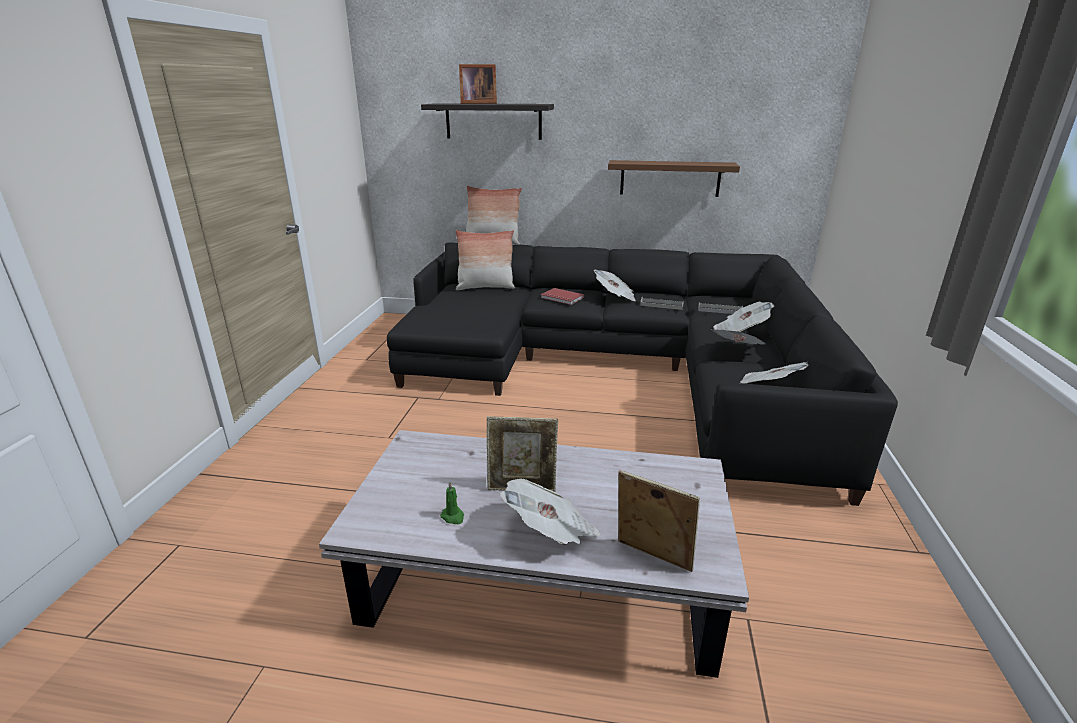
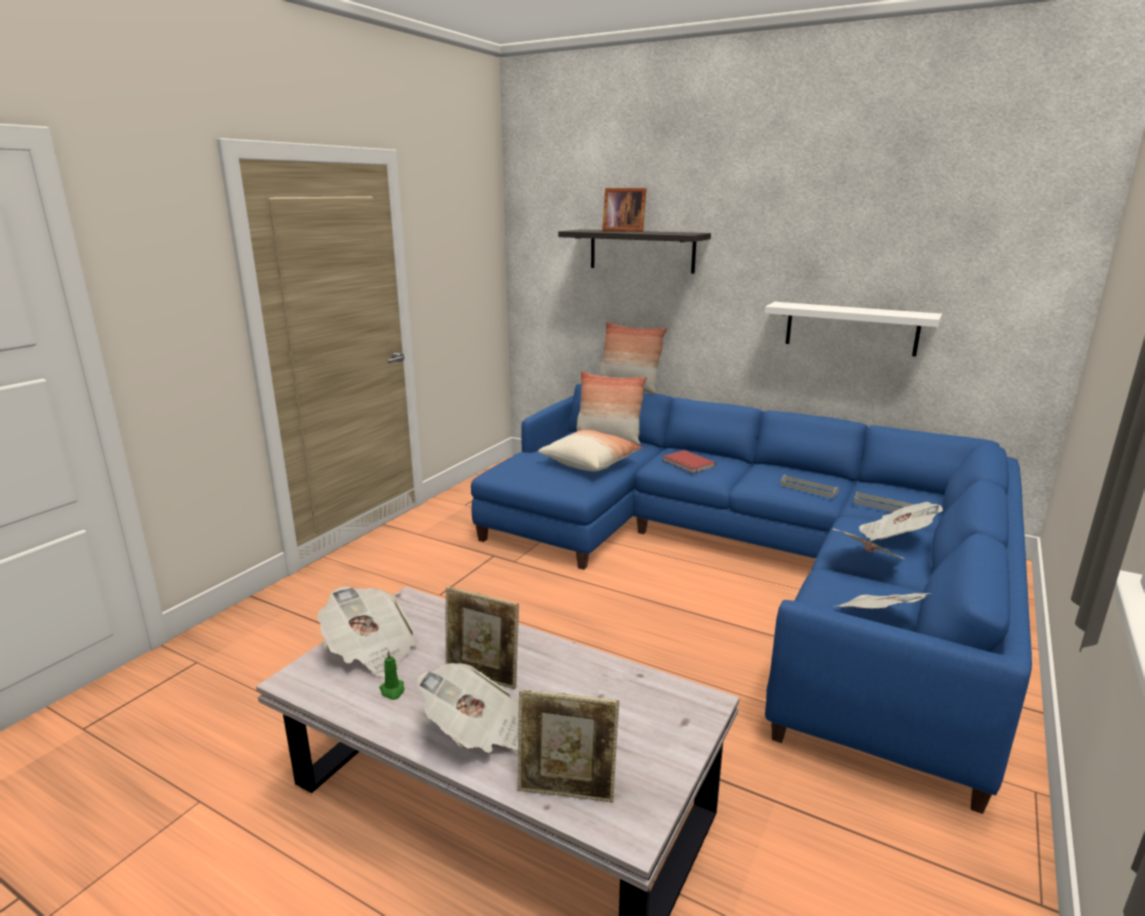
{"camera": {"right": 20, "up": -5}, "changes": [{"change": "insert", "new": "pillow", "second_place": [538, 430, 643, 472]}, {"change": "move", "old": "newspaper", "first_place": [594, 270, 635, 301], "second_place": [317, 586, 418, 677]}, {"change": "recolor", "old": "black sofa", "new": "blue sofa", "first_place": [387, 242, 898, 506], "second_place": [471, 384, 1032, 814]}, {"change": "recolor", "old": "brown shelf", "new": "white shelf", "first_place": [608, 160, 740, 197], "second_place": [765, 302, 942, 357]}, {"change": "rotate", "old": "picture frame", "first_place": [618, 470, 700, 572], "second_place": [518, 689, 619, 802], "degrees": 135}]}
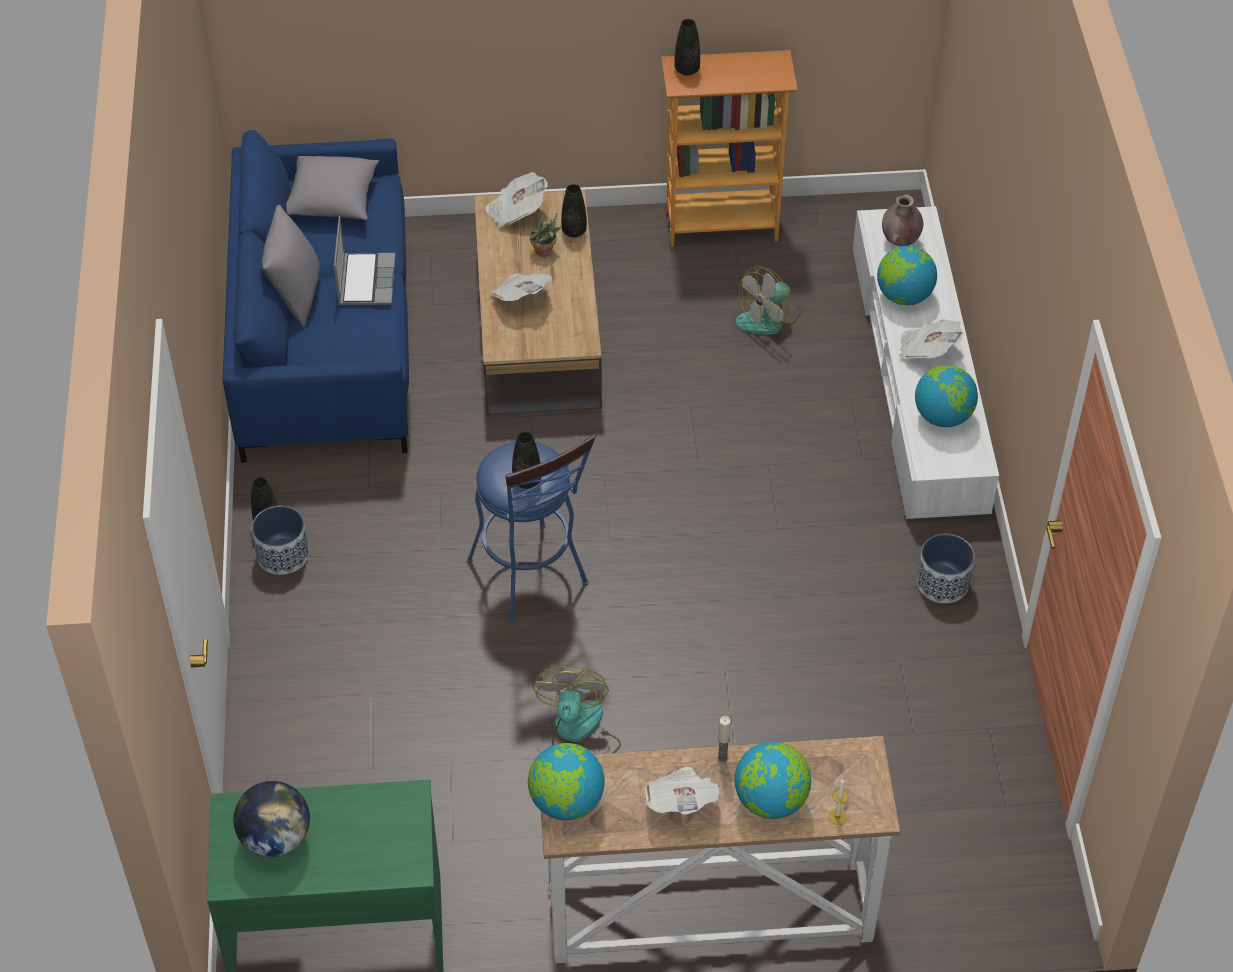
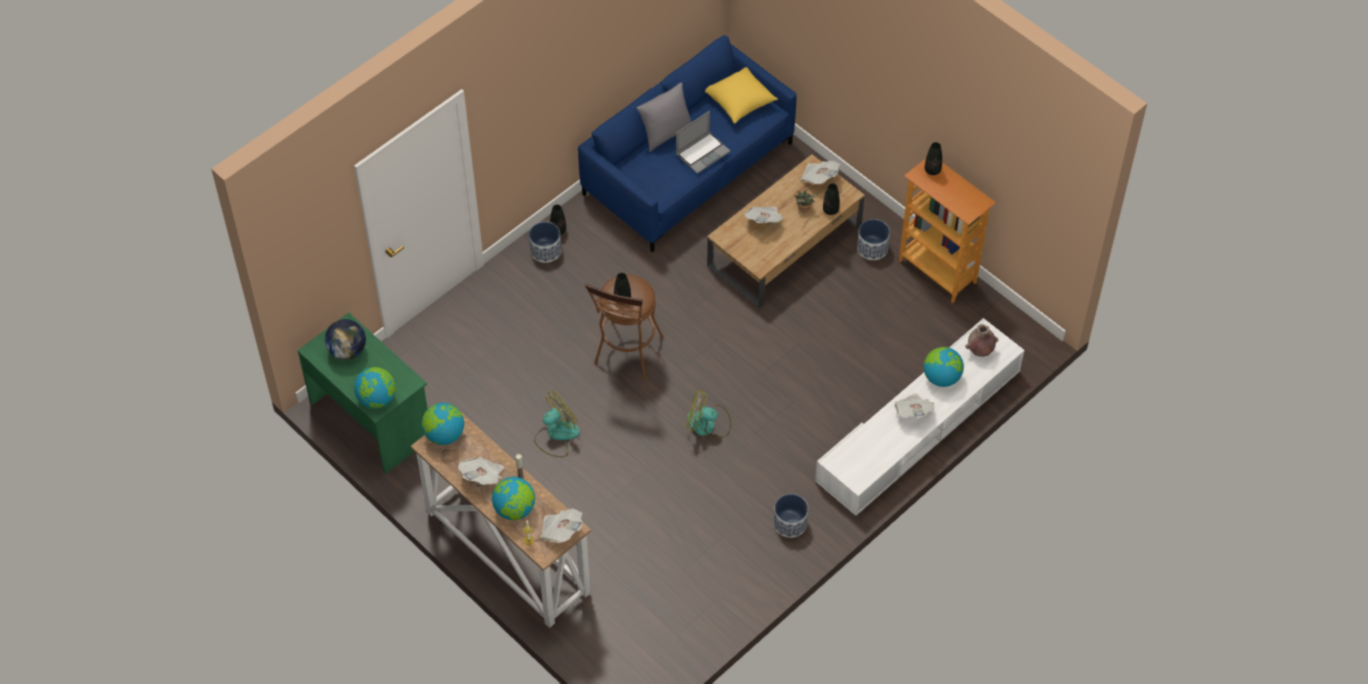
{"camera": {"right": 50, "up": 5}, "changes": [{"change": "insert", "new": "newspaper", "second_place": [540, 508, 582, 543]}, {"change": "insert", "new": "planter", "second_place": [857, 219, 890, 260]}, {"change": "move", "old": "fan", "first_place": [735, 266, 801, 335], "second_place": [686, 389, 731, 439]}, {"change": "move", "old": "globe", "first_place": [915, 365, 978, 427], "second_place": [354, 367, 396, 408]}, {"change": "recolor", "old": "grey pillow", "new": "yellow pillow", "first_place": [286, 156, 379, 220], "second_place": [705, 67, 778, 124]}, {"change": "recolor", "old": "blue stool", "new": "brown stool", "first_place": [467, 435, 596, 621], "second_place": [585, 275, 664, 379]}]}
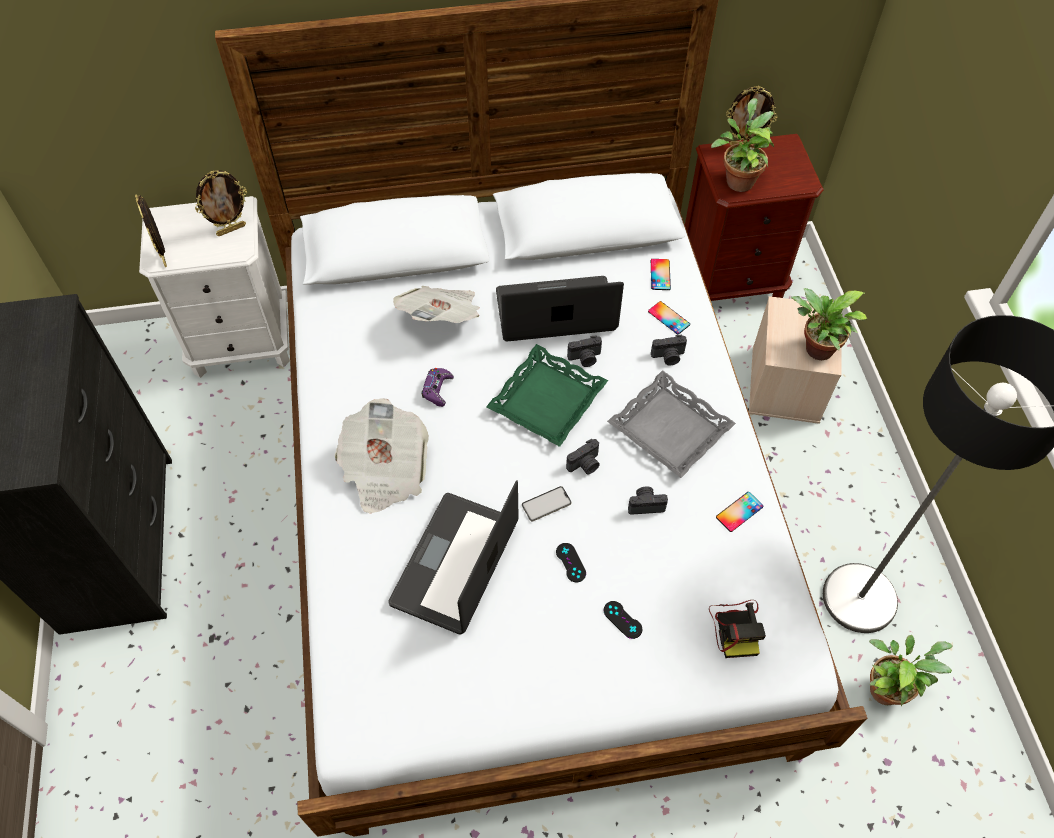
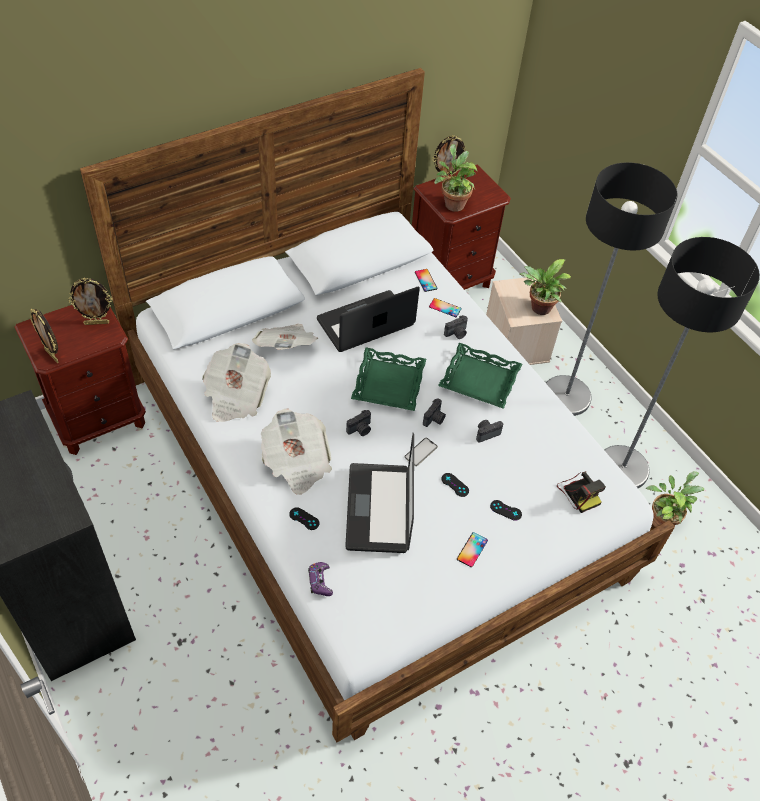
{"camera": {"right": -25, "up": -5}, "changes": [{"change": "insert", "new": "newspaper", "second_place": [202, 343, 271, 422]}, {"change": "insert", "new": "black game controller", "second_place": [289, 507, 319, 530]}, {"change": "insert", "new": "floor lamp", "second_place": [546, 162, 677, 416]}, {"change": "move", "old": "purple game controller", "first_place": [421, 368, 454, 407], "second_place": [308, 562, 333, 596]}, {"change": "move", "old": "photo camera", "first_place": [567, 335, 602, 367], "second_place": [346, 410, 371, 436]}, {"change": "move", "old": "phone", "first_place": [716, 492, 763, 532], "second_place": [457, 532, 488, 567]}, {"change": "recolor", "old": "white nightstand", "new": "brown nightstand", "first_place": [139, 196, 290, 378], "second_place": [15, 305, 146, 455]}, {"change": "recolor", "old": "grey tray", "new": "green tray", "first_place": [607, 370, 736, 478], "second_place": [438, 343, 522, 409]}, {"change": "rotate", "old": "picture frame", "first_place": [195, 170, 247, 236], "second_place": [68, 278, 113, 325], "degrees": 45}]}
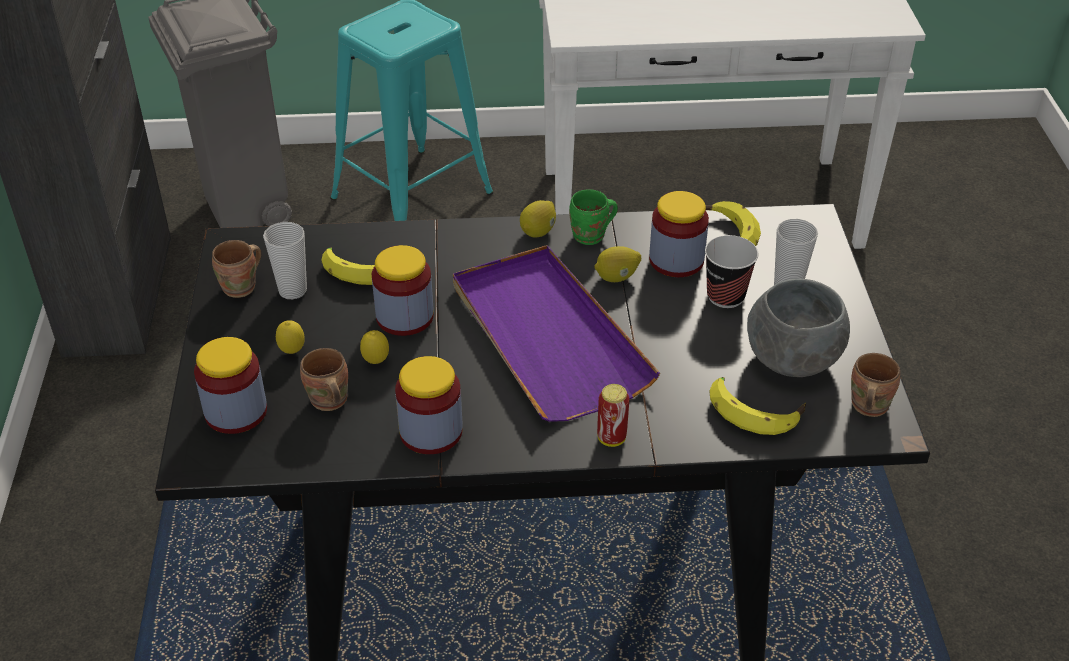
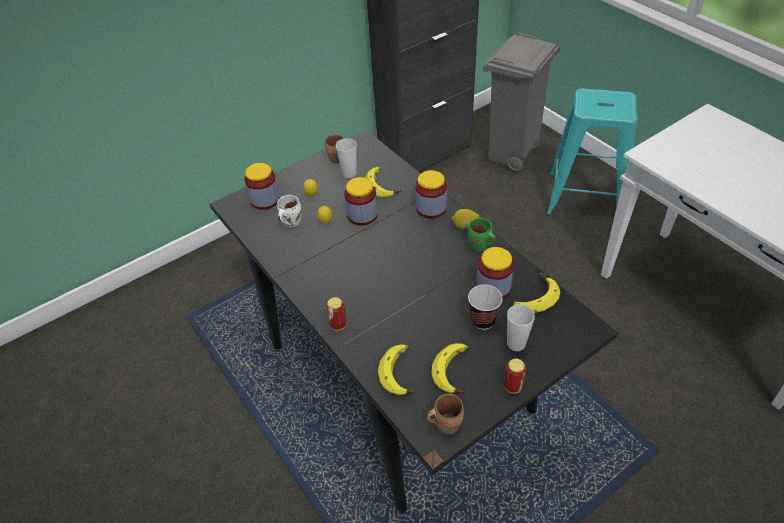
{"camera": {"right": 60, "up": 5}, "changes": [{"change": "delete", "old": "purple tray", "first_place": [453, 245, 660, 422]}, {"change": "delete", "old": "lemon", "first_place": [594, 246, 641, 282]}, {"change": "insert", "new": "can", "second_place": [504, 358, 526, 394]}, {"change": "move", "old": "jar", "first_place": [395, 356, 463, 454], "second_place": [415, 170, 447, 219]}, {"change": "replace", "old": "grey bowl", "new": "banana", "first_place": [747, 279, 850, 377], "second_place": [431, 343, 469, 394]}, {"change": "recolor", "old": "brown mug", "new": "white mug", "first_place": [300, 348, 348, 411], "second_place": [277, 195, 301, 227]}]}
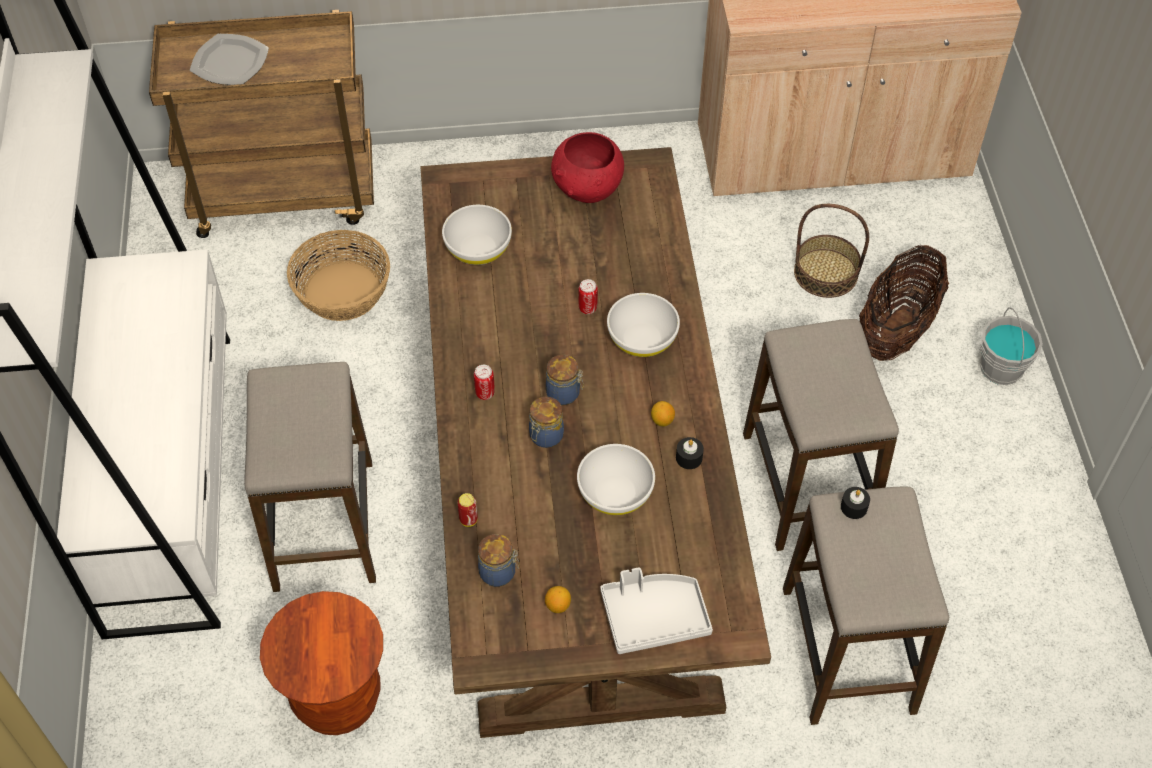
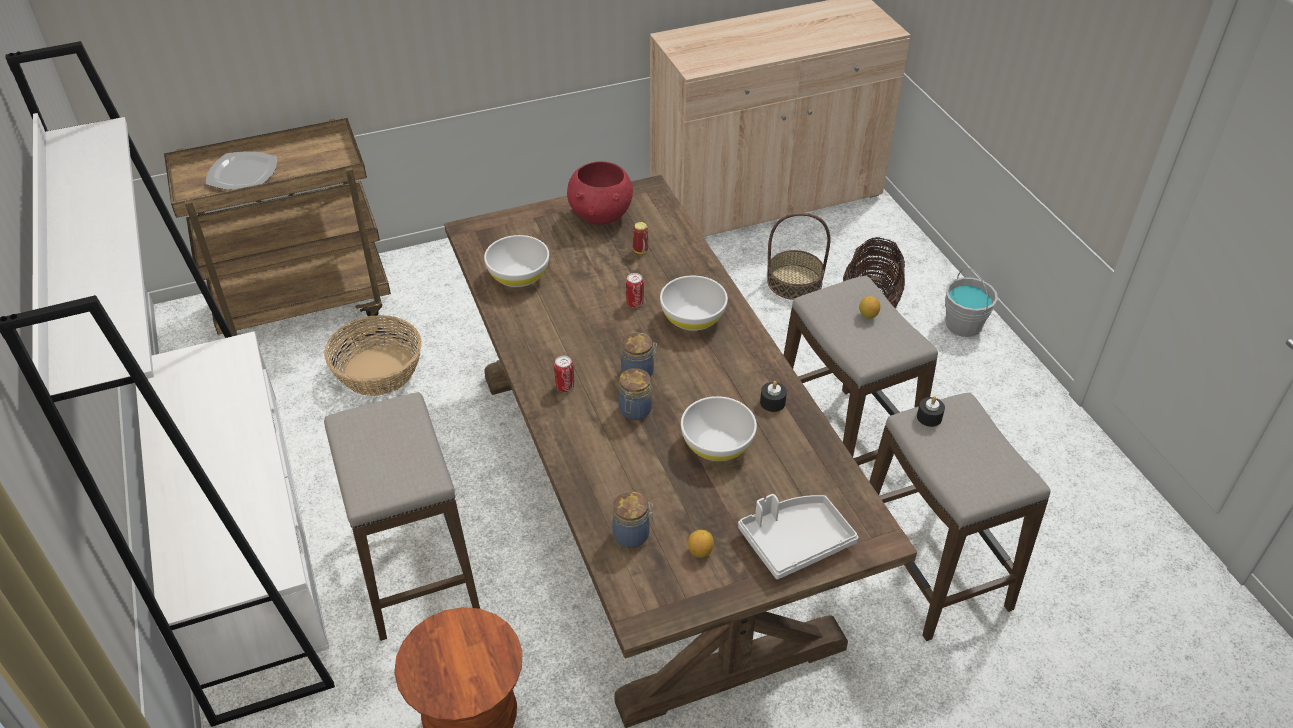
{"camera": {"right": -15, "up": -10}, "changes": [{"change": "move", "old": "can", "first_place": [457, 493, 478, 527], "second_place": [633, 222, 648, 254]}, {"change": "move", "old": "lemon", "first_place": [651, 401, 675, 426], "second_place": [859, 296, 880, 319]}]}
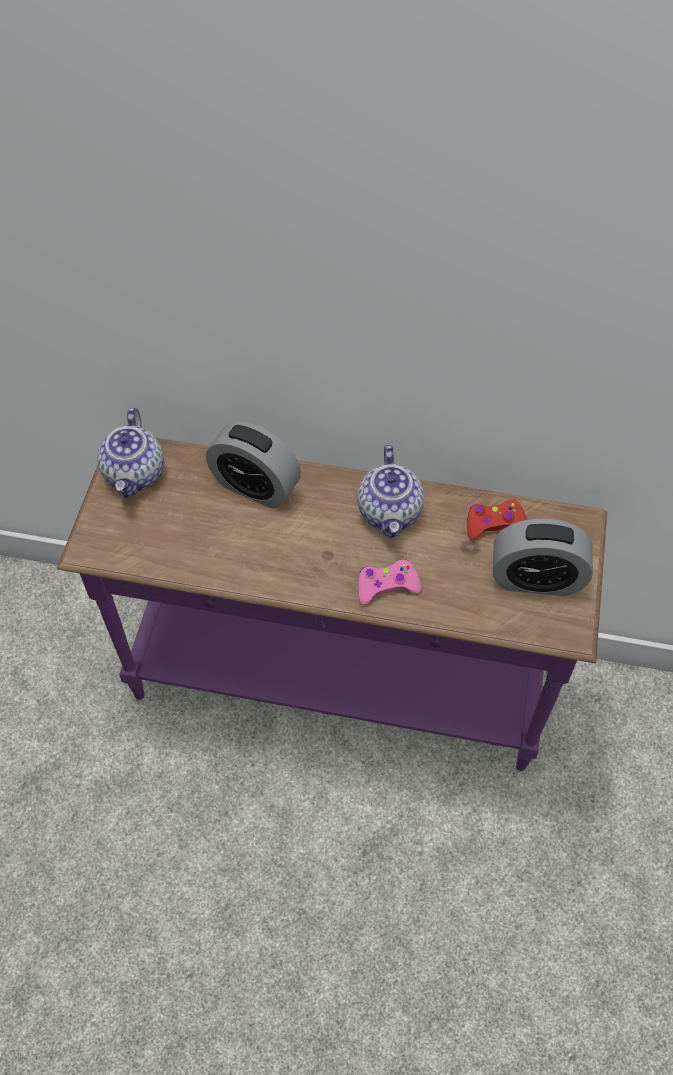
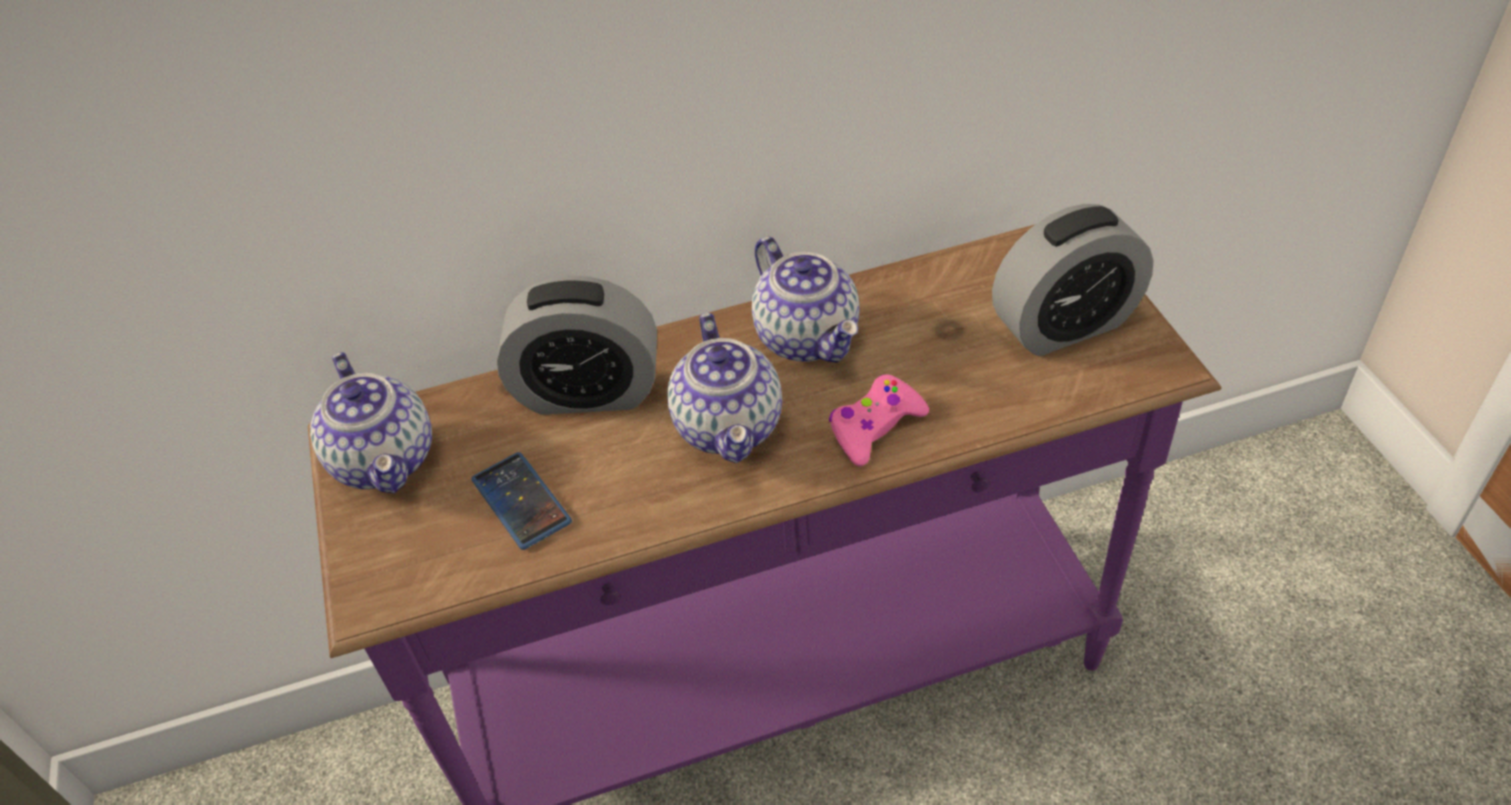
{"camera": {"right": -25, "up": -10}, "changes": [{"change": "delete", "old": "red game controller", "first_place": [467, 499, 527, 540]}, {"change": "insert", "new": "phone", "second_place": [471, 452, 572, 550]}, {"change": "insert", "new": "teapot", "second_place": [667, 313, 782, 463]}]}
